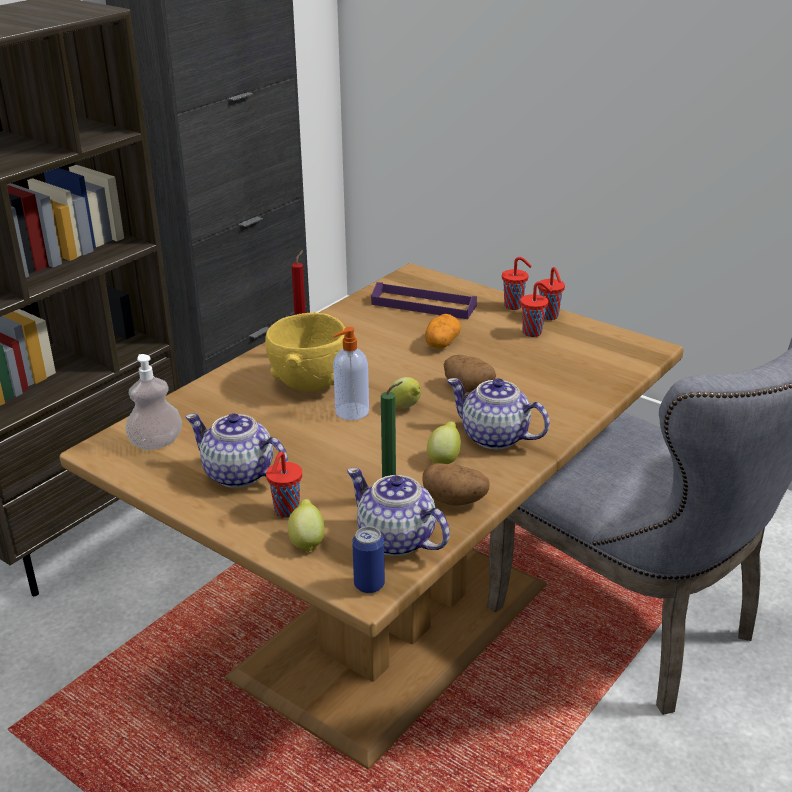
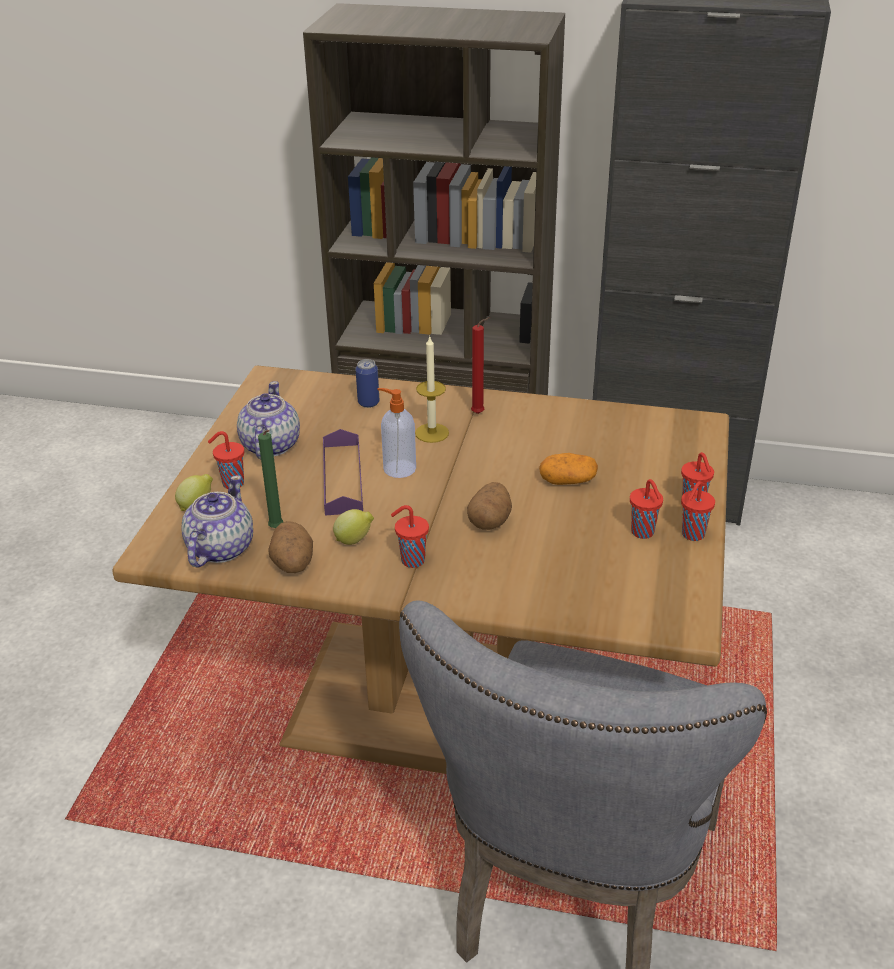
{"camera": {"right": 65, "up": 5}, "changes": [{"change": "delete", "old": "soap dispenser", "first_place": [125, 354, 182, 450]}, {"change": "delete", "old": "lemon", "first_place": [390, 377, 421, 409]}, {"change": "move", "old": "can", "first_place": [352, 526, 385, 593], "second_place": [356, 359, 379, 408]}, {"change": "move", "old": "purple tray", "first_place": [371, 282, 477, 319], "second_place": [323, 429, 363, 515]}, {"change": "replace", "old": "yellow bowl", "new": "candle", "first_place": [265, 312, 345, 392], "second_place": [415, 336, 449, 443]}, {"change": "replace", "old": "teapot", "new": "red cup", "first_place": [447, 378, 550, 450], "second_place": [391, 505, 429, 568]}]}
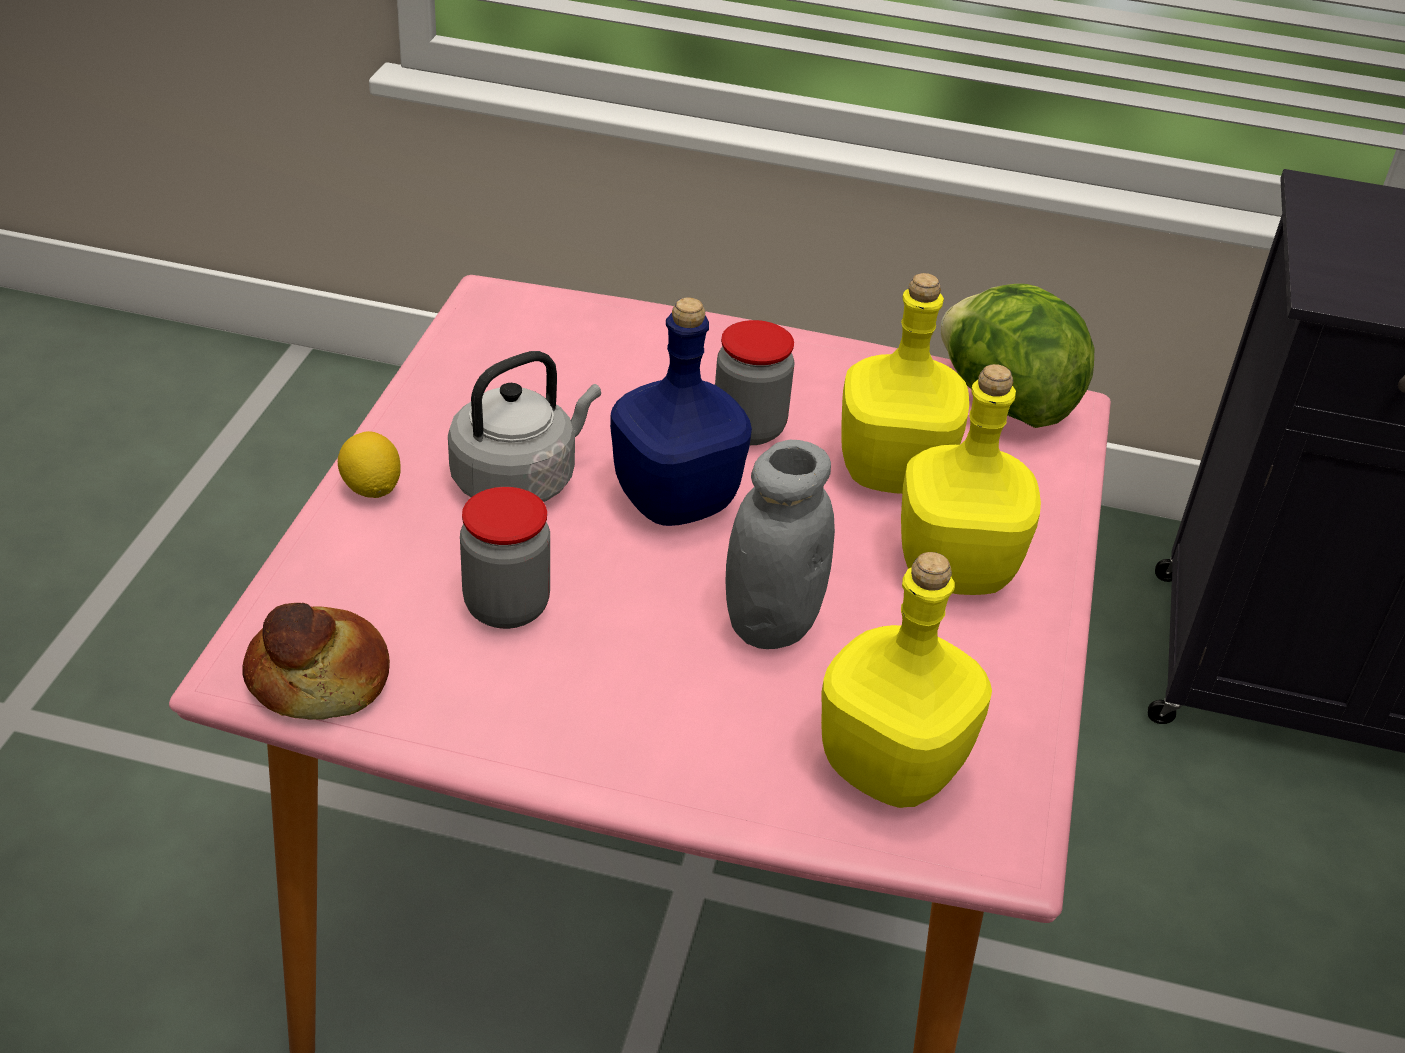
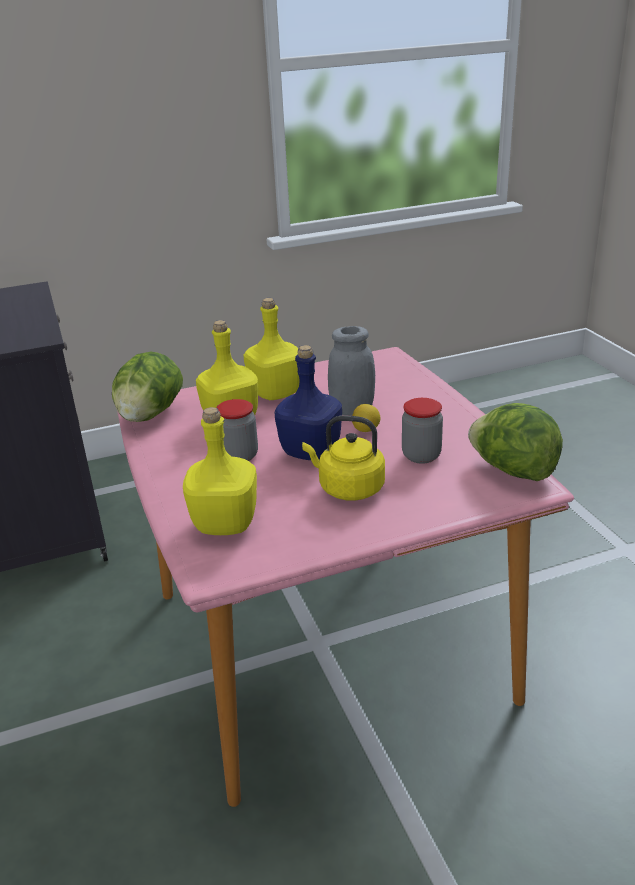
{"camera": {"right": -120, "up": -10}, "changes": [{"change": "move", "old": "lemon", "first_place": [338, 431, 401, 498], "second_place": [352, 404, 380, 432]}, {"change": "move", "old": "yellow bottle", "first_place": [821, 552, 992, 808], "second_place": [183, 407, 257, 535]}, {"change": "replace", "old": "bread", "new": "lettuce", "first_place": [242, 603, 390, 720], "second_place": [468, 403, 563, 481]}, {"change": "recolor", "old": "grey kettle", "new": "yellow kettle", "first_place": [448, 351, 601, 502], "second_place": [302, 416, 385, 501]}]}
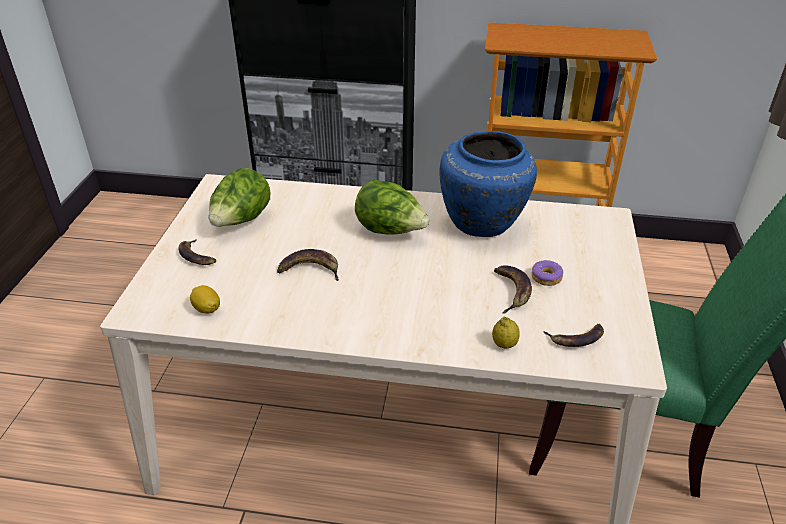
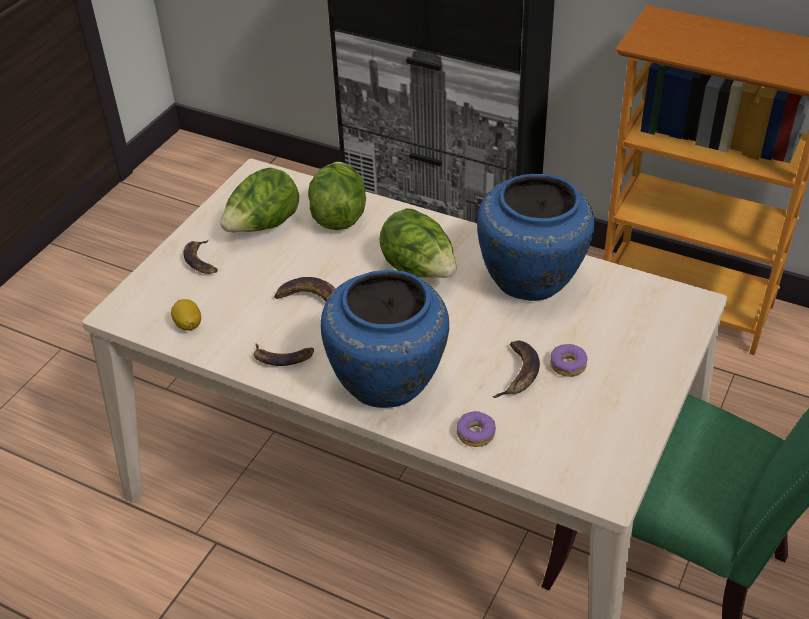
{"camera": {"right": 20, "up": 5}, "changes": [{"change": "insert", "new": "lettuce", "second_place": [308, 162, 366, 230]}, {"change": "insert", "new": "blue vase", "second_place": [321, 270, 449, 408]}, {"change": "move", "old": "banana", "first_place": [543, 324, 604, 347], "second_place": [254, 343, 314, 366]}, {"change": "replace", "old": "lemon", "new": "donut", "first_place": [492, 317, 520, 349], "second_place": [457, 411, 496, 447]}]}
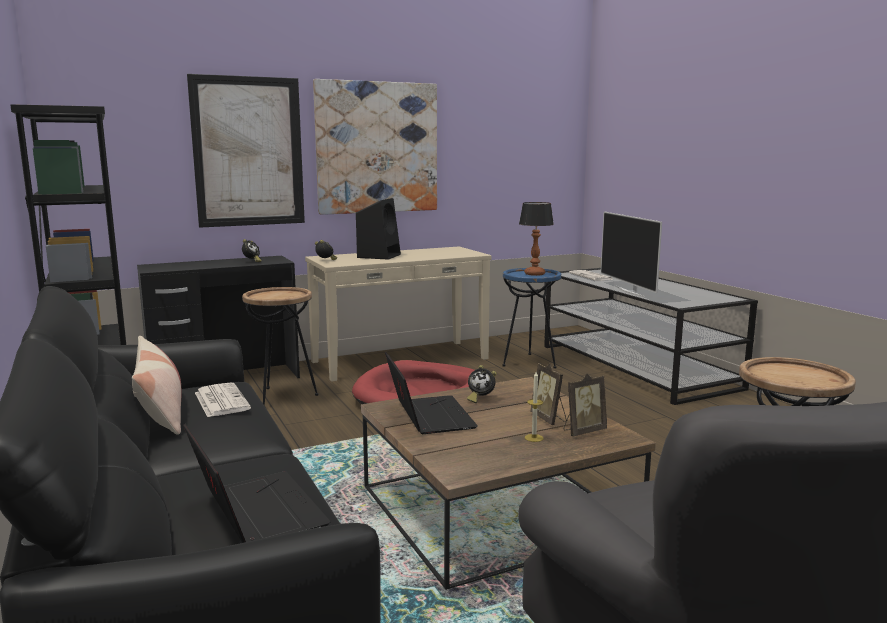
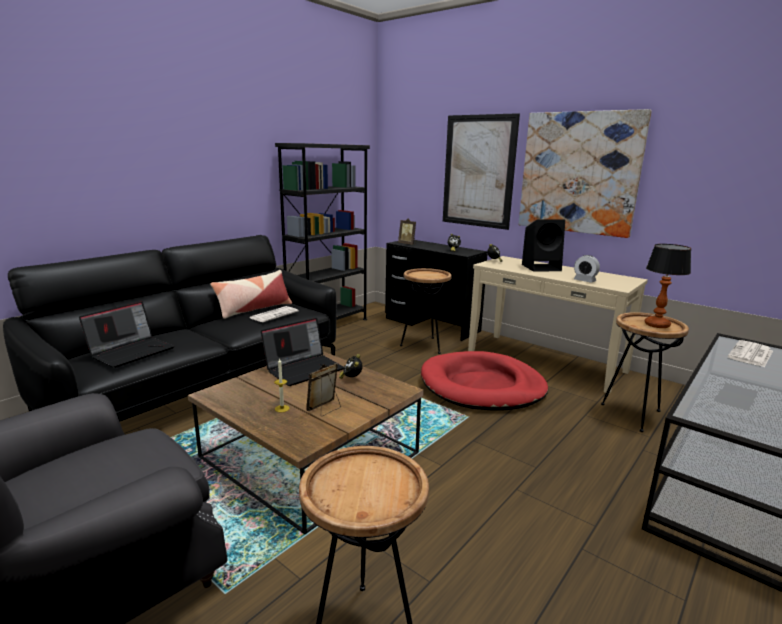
{"camera": {"right": 65, "up": 5}, "changes": [{"change": "delete", "old": "television", "first_place": [601, 212, 662, 297]}, {"change": "insert", "new": "alarm clock", "second_place": [574, 255, 600, 283]}, {"change": "move", "old": "picture frame", "first_place": [563, 373, 607, 436], "second_place": [398, 219, 416, 245]}, {"change": "recolor", "old": "blue side table", "new": "brown side table", "first_place": [502, 268, 561, 369], "second_place": [601, 312, 689, 432]}]}
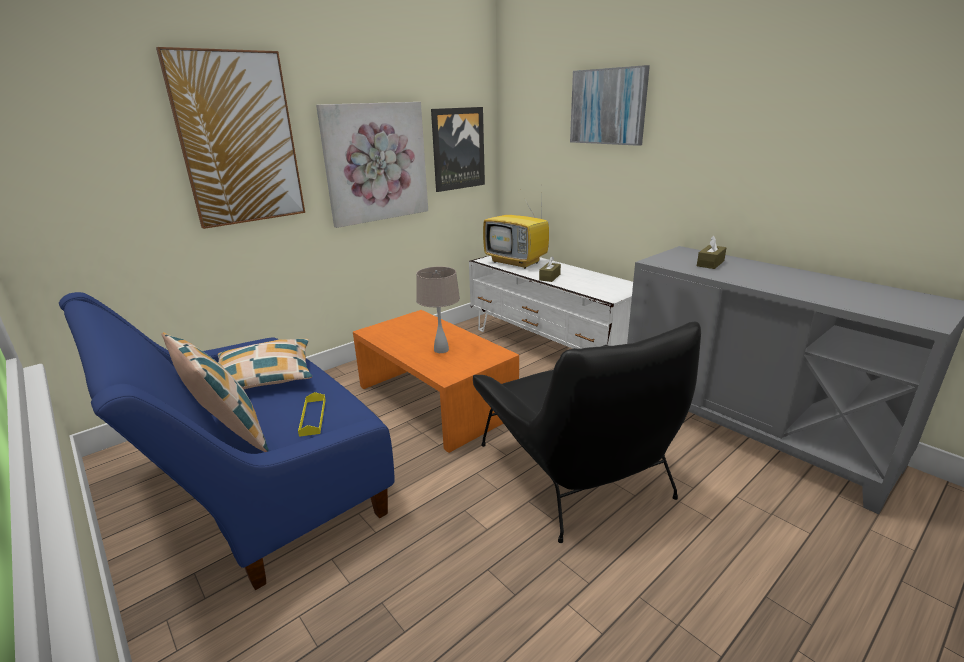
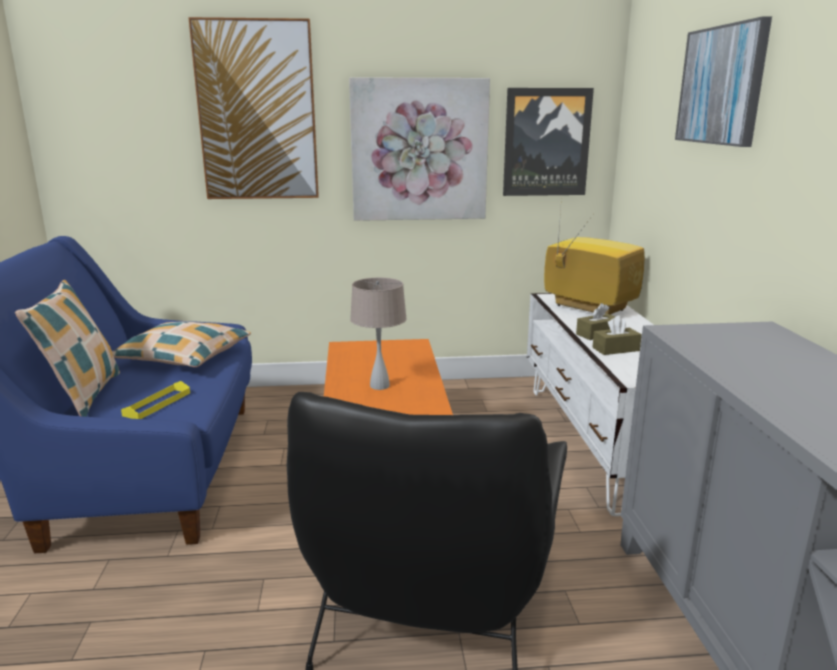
{"camera": {"right": 35, "up": -5}, "changes": [{"change": "move", "old": "brown tissue box", "first_place": [697, 236, 727, 269], "second_place": [592, 315, 642, 355]}, {"change": "rotate", "old": "television", "first_place": [483, 197, 549, 269], "second_place": [544, 196, 645, 315], "degrees": 150}]}
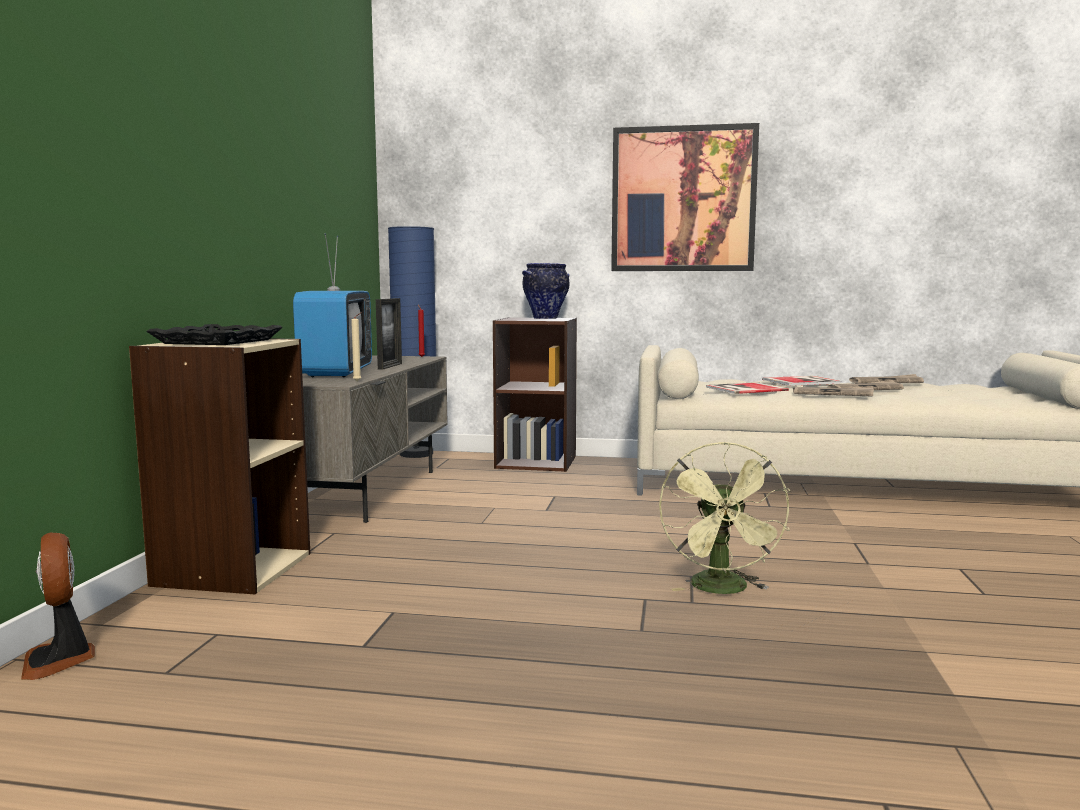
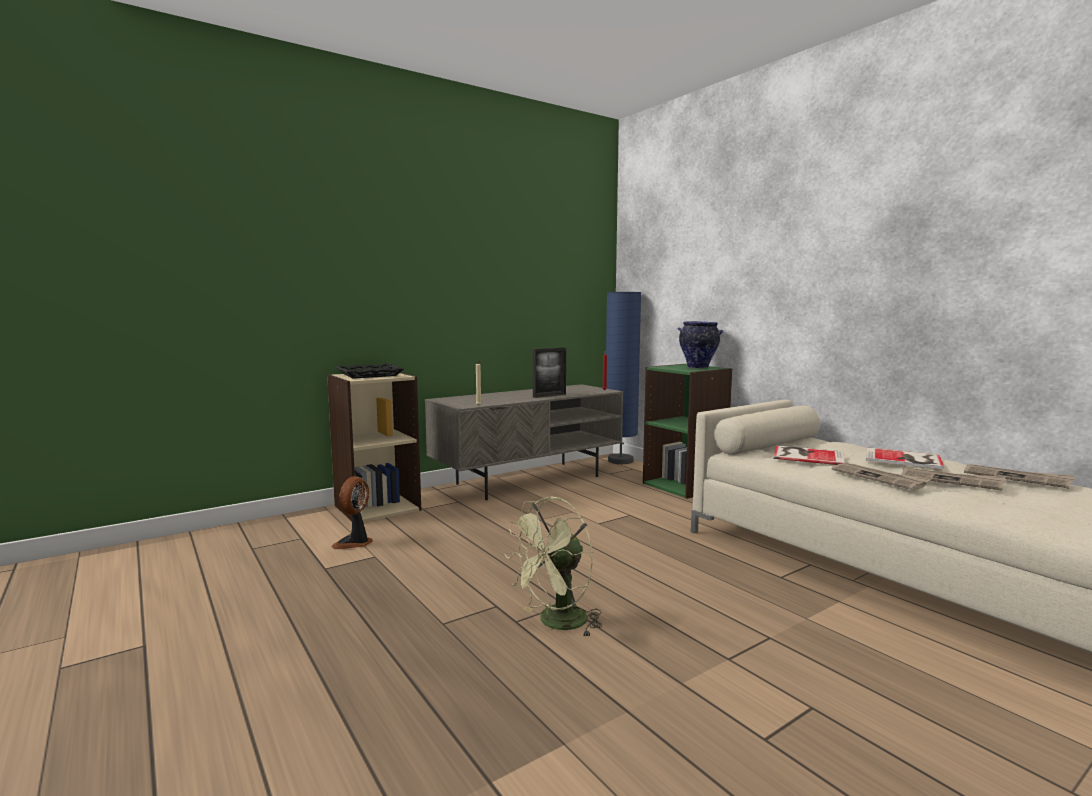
{"camera": {"right": 45, "up": 0}, "changes": [{"change": "delete", "old": "television", "first_place": [293, 233, 372, 377]}, {"change": "delete", "old": "picture", "first_place": [611, 123, 759, 271]}, {"change": "move", "old": "fan", "first_place": [21, 533, 95, 680], "second_place": [331, 476, 373, 549]}, {"change": "recolor", "old": "brown bookcase", "new": "green bookcase", "first_place": [493, 317, 577, 472], "second_place": [643, 364, 732, 499]}]}
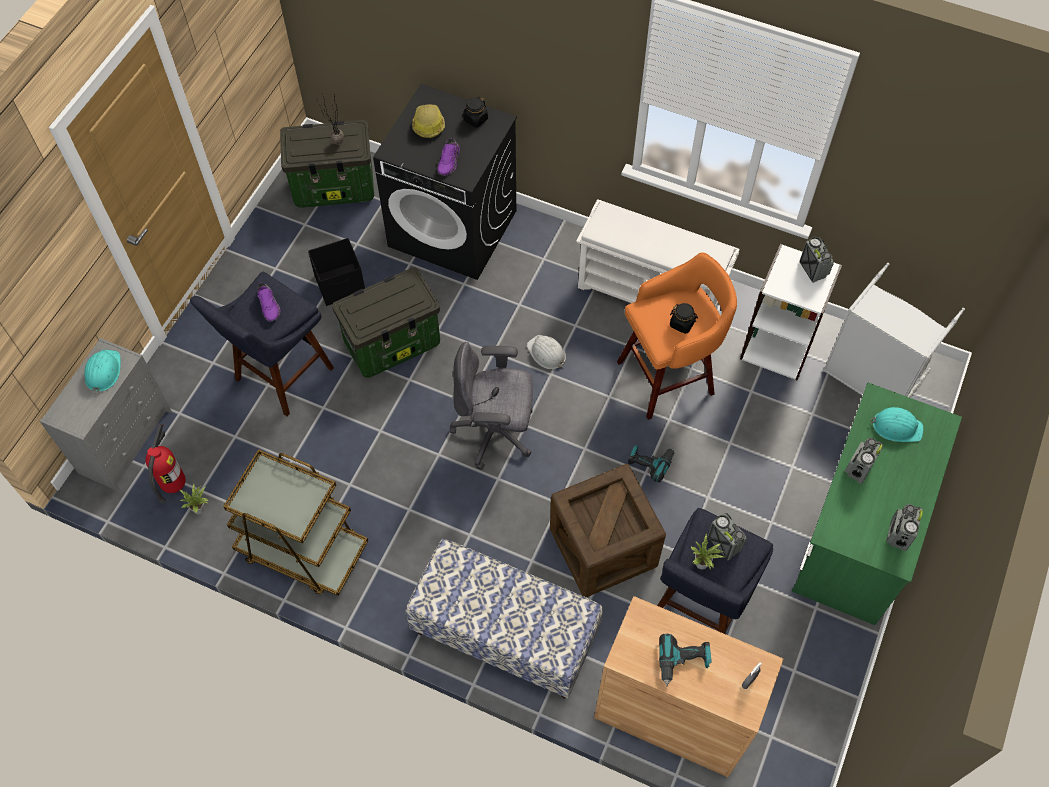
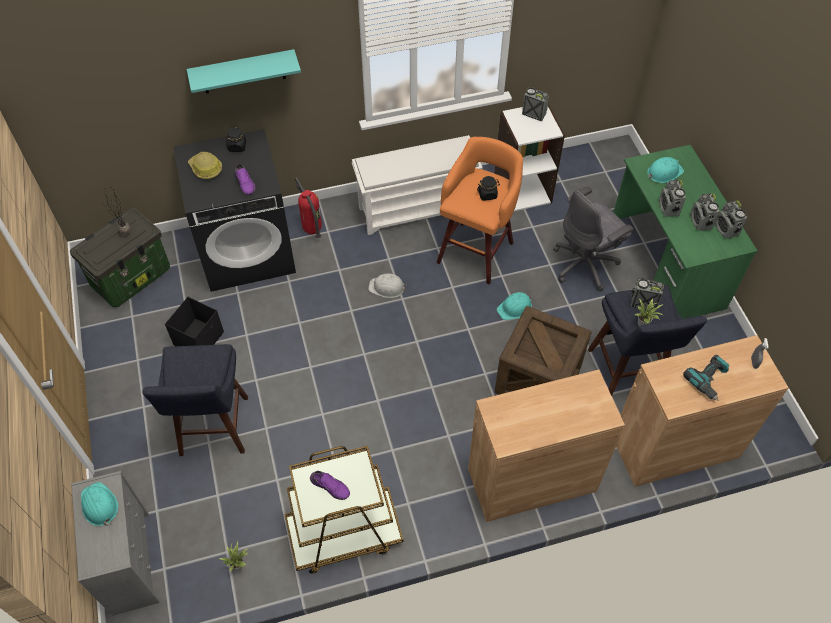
{"camera": {"right": -40, "up": -5}, "changes": [{"change": "delete", "old": "storage box", "first_place": [332, 267, 440, 378]}, {"change": "delete", "old": "grey laundry basket", "first_place": [823, 263, 965, 398]}, {"change": "insert", "new": "turquoise shelf", "second_place": [186, 49, 301, 94]}, {"change": "insert", "new": "radio", "second_place": [690, 193, 720, 231]}, {"change": "move", "old": "fire extinguisher", "first_place": [145, 424, 186, 503], "second_place": [295, 177, 322, 238]}, {"change": "move", "old": "purple shoe", "first_place": [257, 283, 280, 322], "second_place": [310, 471, 350, 500]}, {"change": "move", "old": "grey office chair", "first_place": [450, 342, 533, 470], "second_place": [553, 186, 633, 291]}, {"change": "replace", "old": "bench", "new": "brown cabinet", "first_place": [405, 539, 603, 698], "second_place": [468, 370, 625, 522]}, {"change": "replace", "old": "power drill", "new": "turquoise hard hat", "first_place": [628, 445, 675, 482], "second_place": [497, 292, 532, 320]}]}
